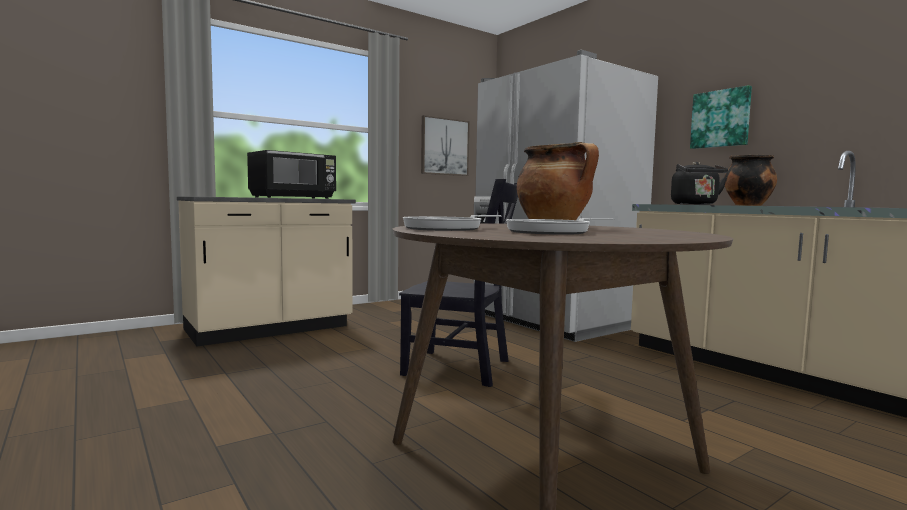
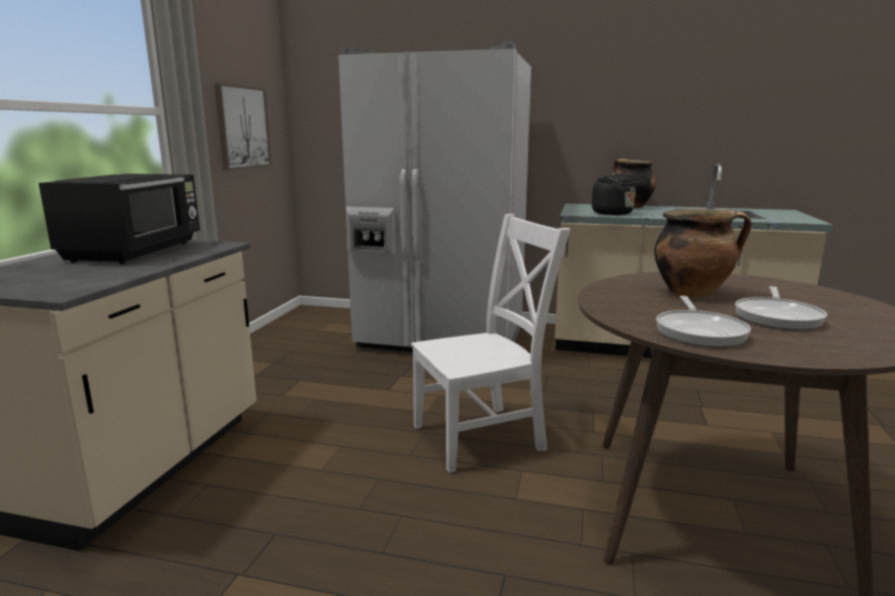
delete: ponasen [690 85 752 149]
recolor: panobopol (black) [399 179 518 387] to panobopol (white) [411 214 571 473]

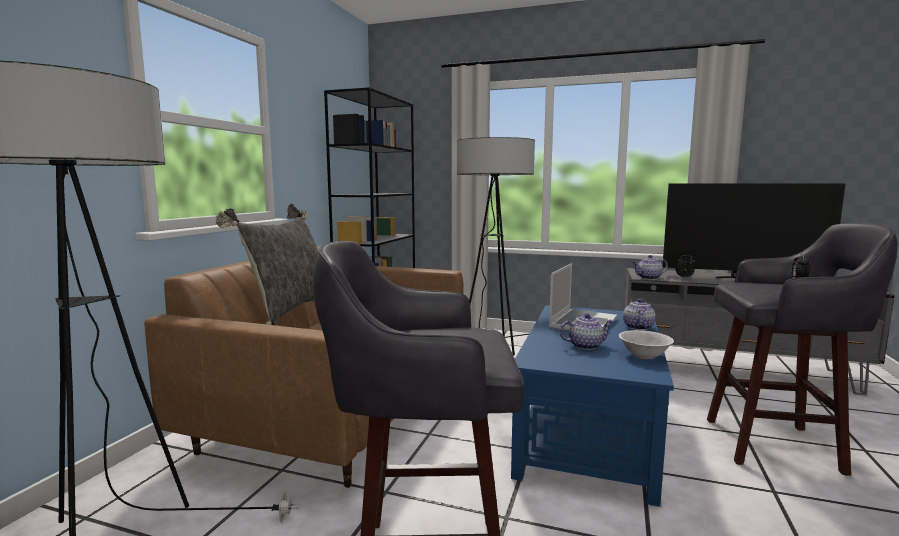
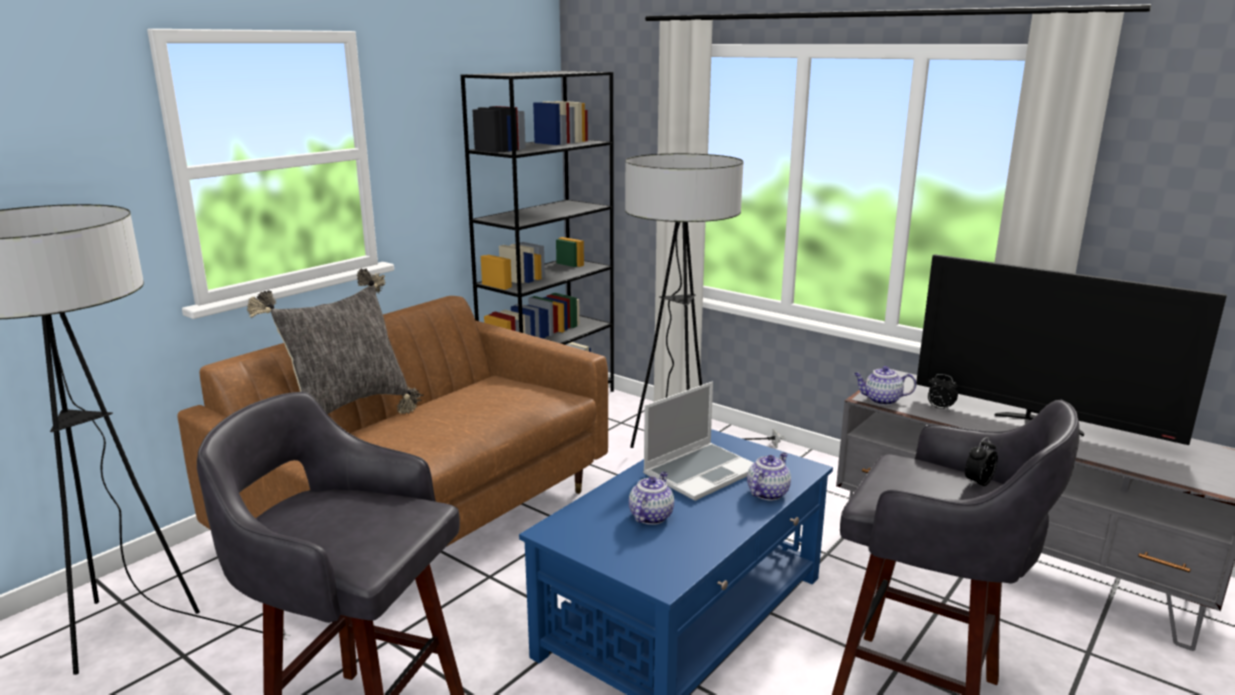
delete: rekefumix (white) [619 330 674 359]
rotate: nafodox [559 314 613 350] = [629 472 674 525] 75 degrees counterclockwise

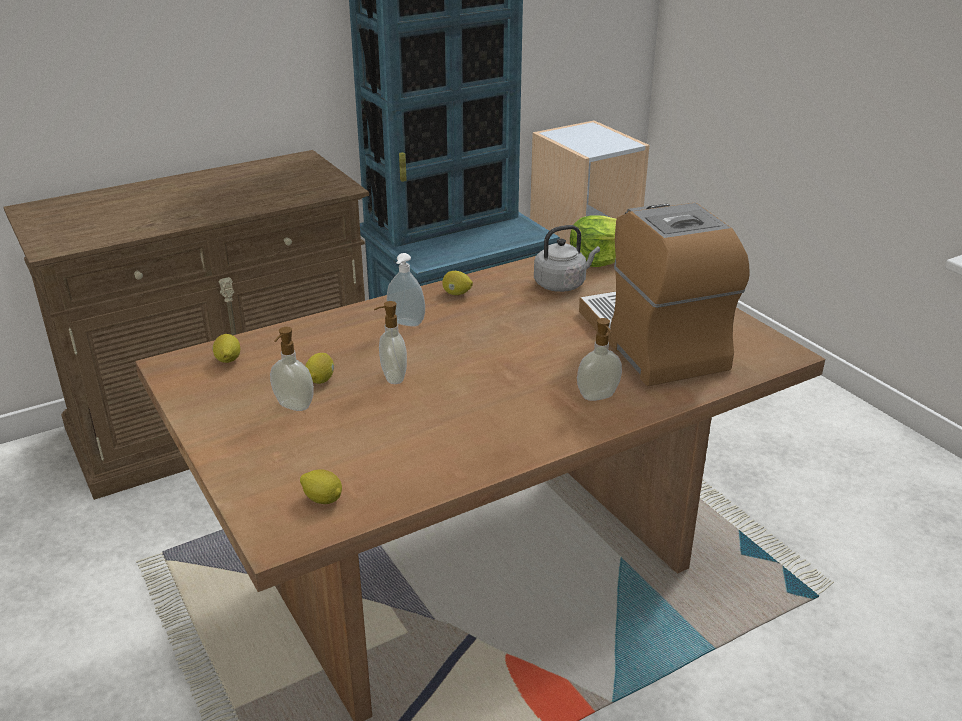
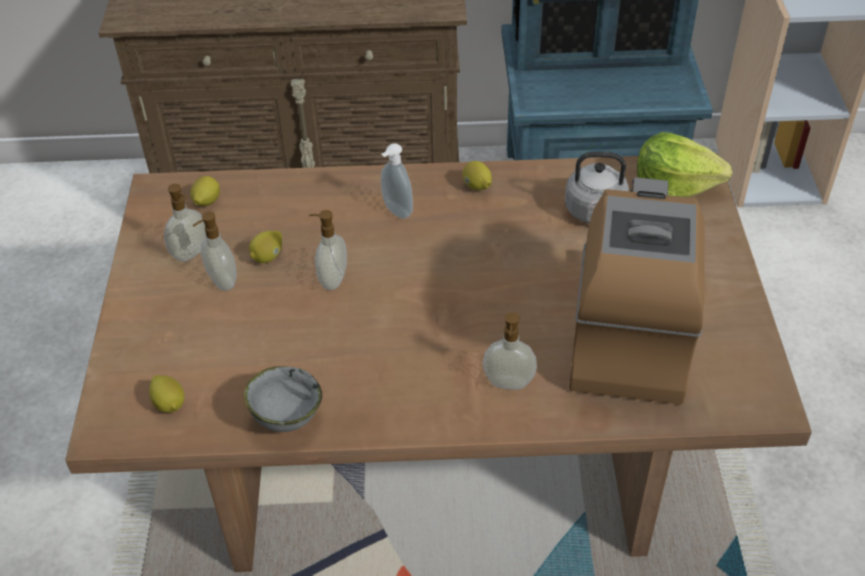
insert: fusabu [164 184 206 262]; rekefumix (grey) [244 366 322 432]

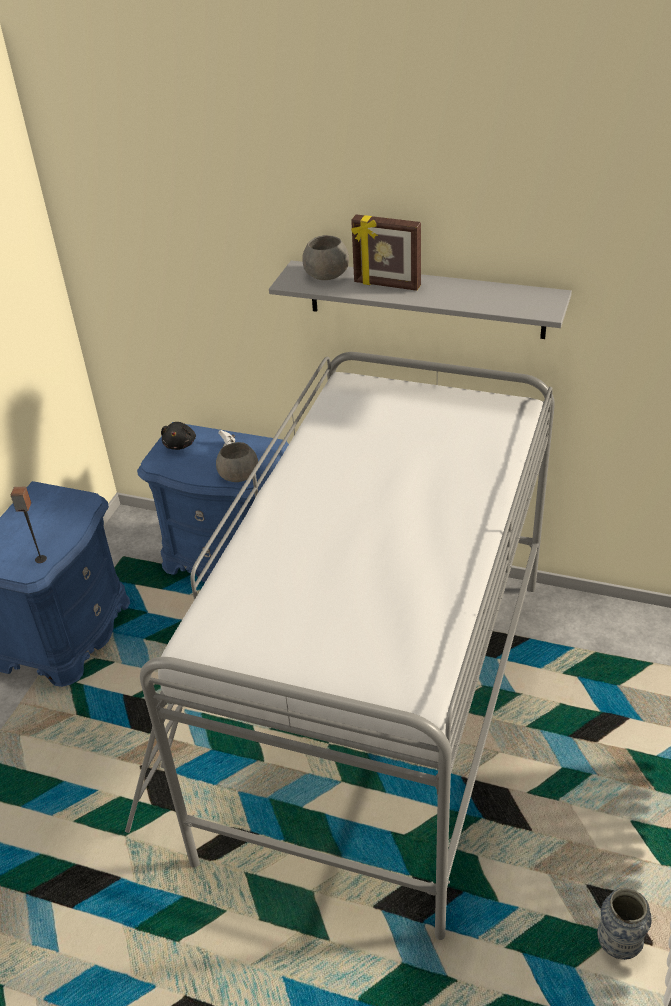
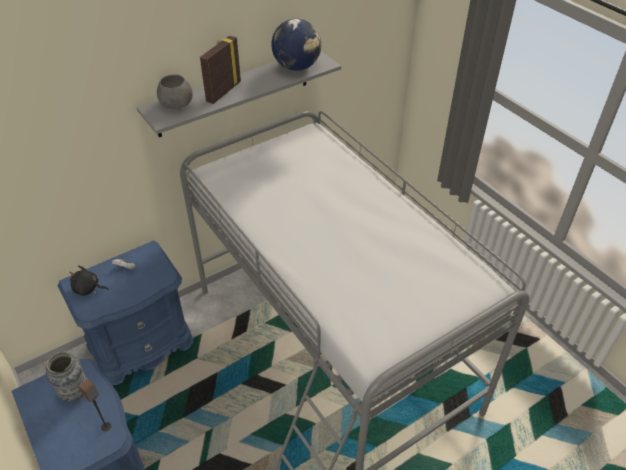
delete: rekefumix (grey) [216 442 258 482]
insert: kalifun [271 19 321 71]
move: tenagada [597 888 652 960] to [46 351 87 401]
rotate: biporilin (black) [161 422 196 450] = [70 265 109 296] 150 degrees clockwise; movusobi [351 215 421 291] = [200 36 241 104] 150 degrees clockwise

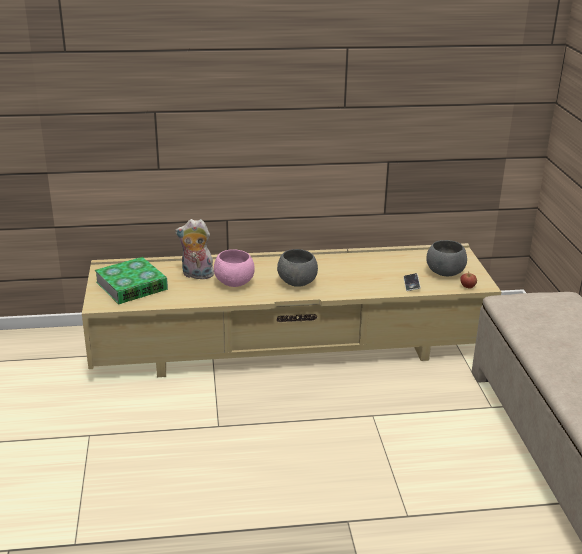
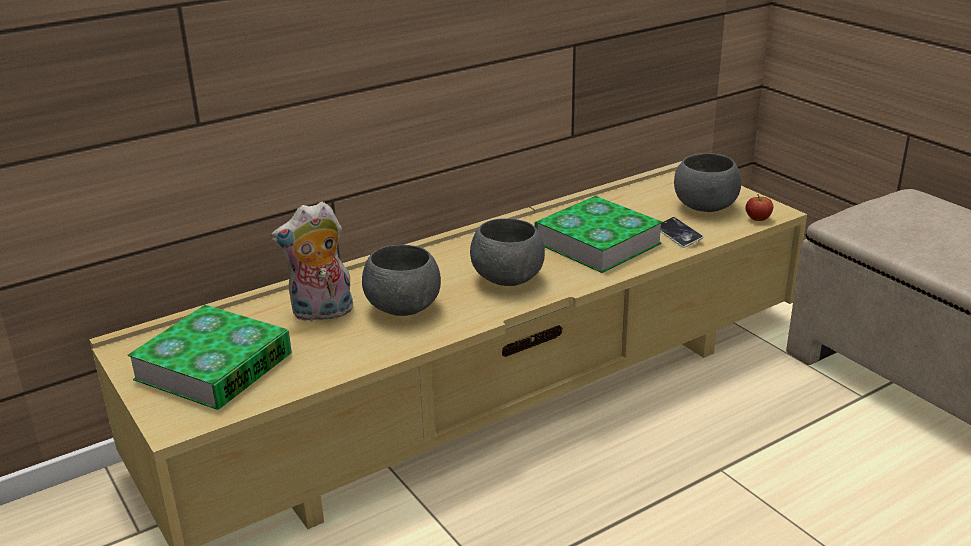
insert: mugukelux [534 196 663 273]
recolor: rekefumix (pink) [214 249 255 287] to rekefumix (grey) [362 245 441 316]

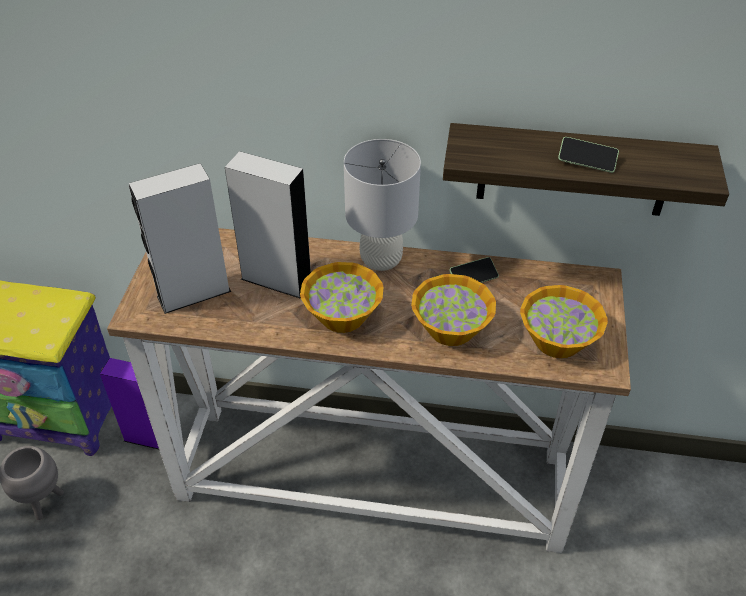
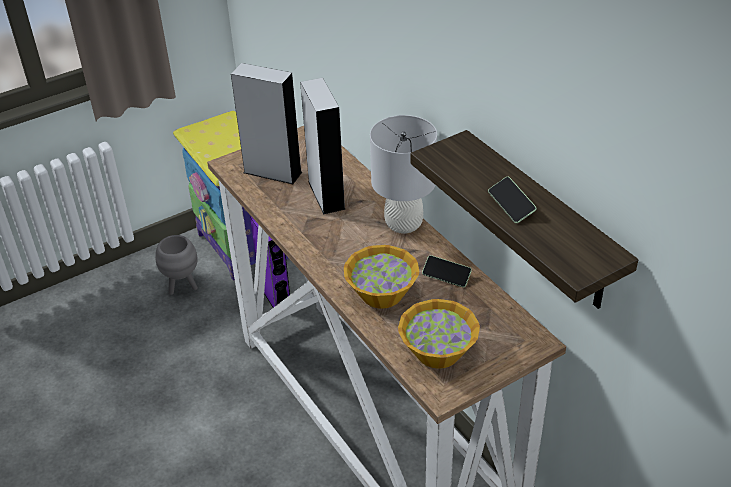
delete: rekefumix [300 262 383 333]

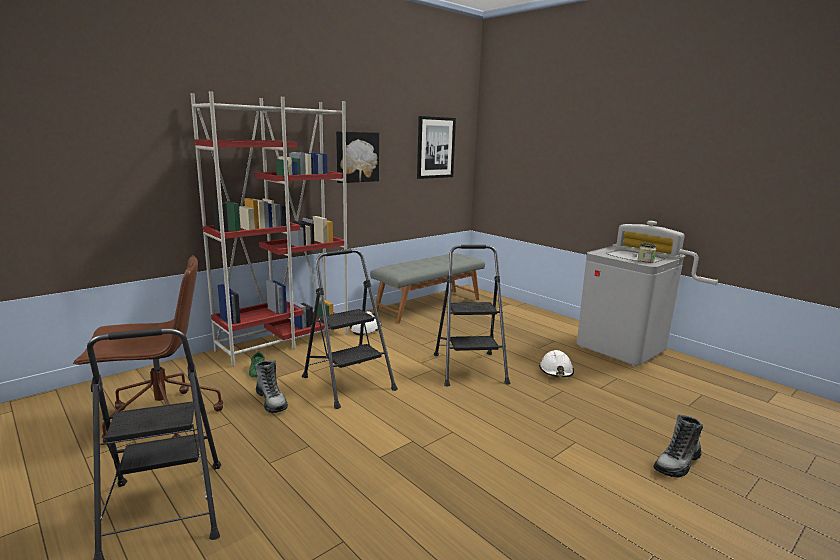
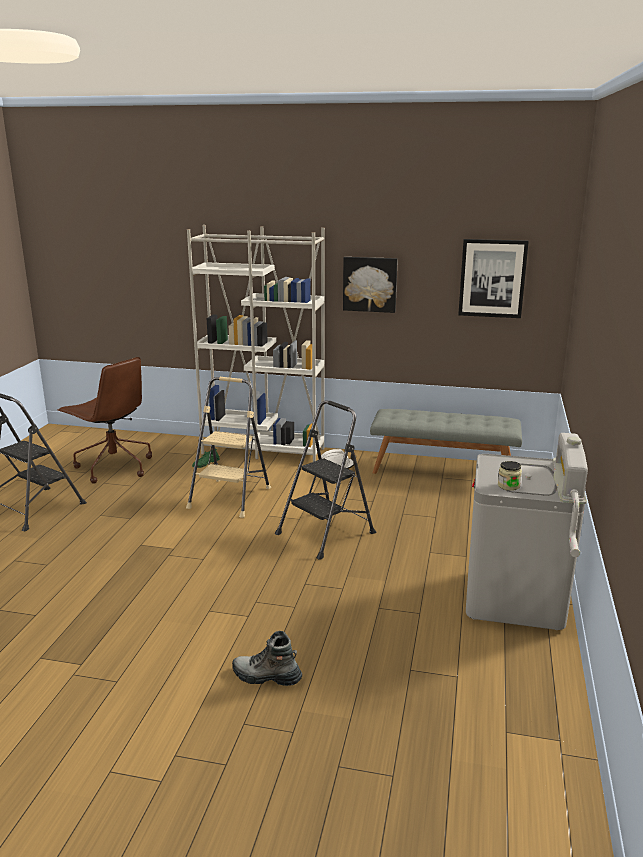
delete: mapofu [255 360 288 413]; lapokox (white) [539 350 574 377]
recolor: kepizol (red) [190 91 348 367] to kepizol (white) [187 225 325 462]; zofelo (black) [302 249 398 409] to zofelo (beige) [186 377 271 518]

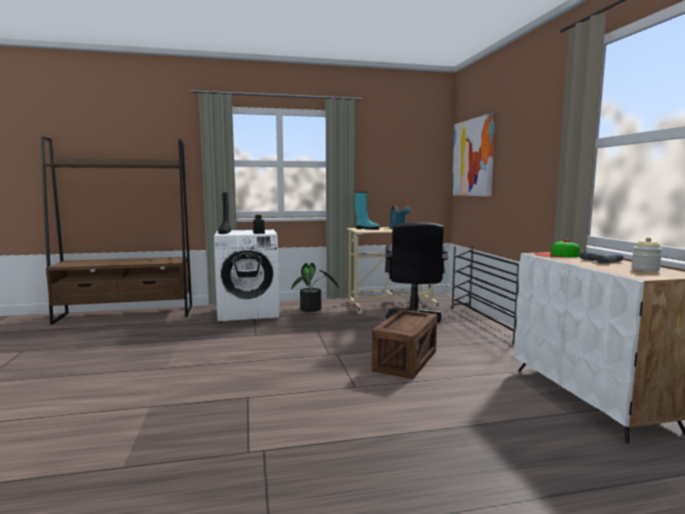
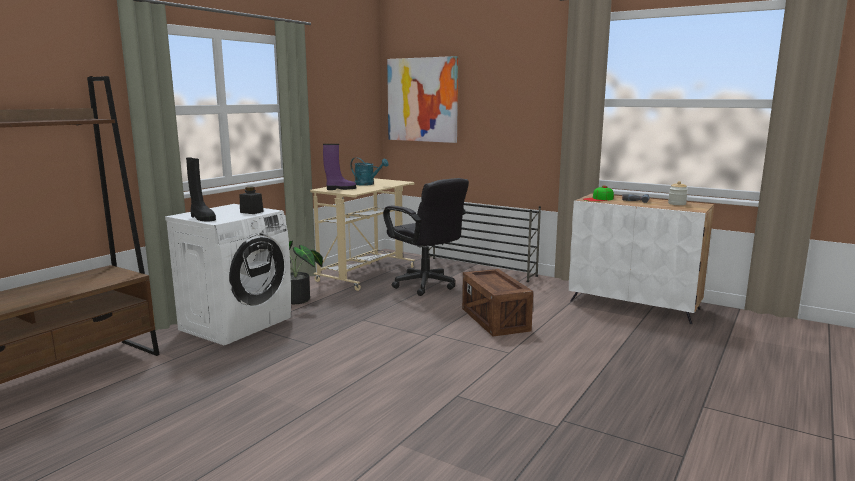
recolor: mapofu (turquoise) [355 192 379 230] to mapofu (purple) [323 144 356 190]

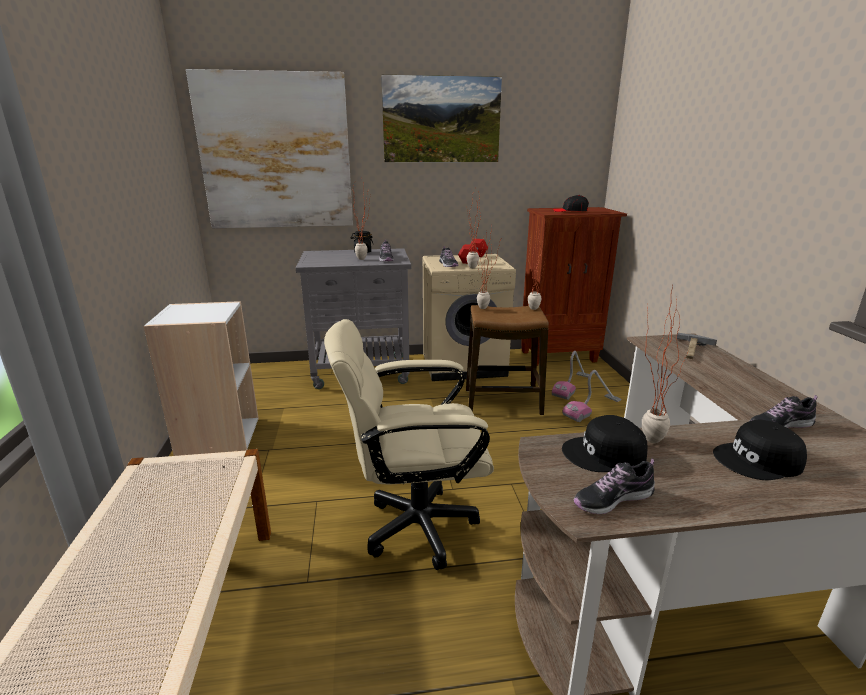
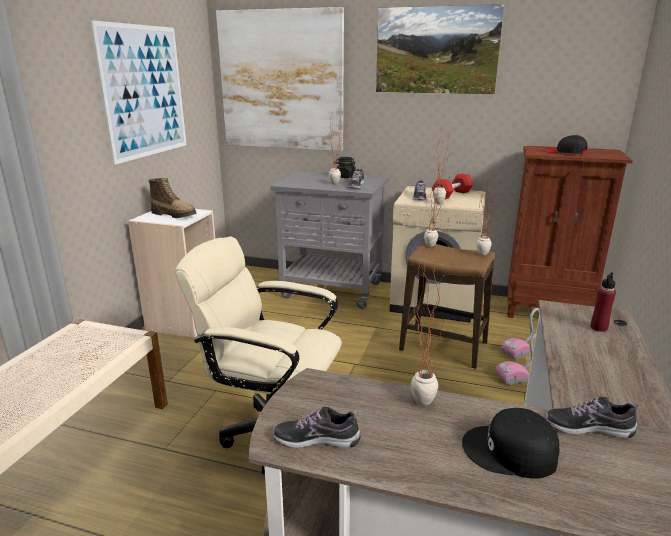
delete: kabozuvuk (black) [562 415 648 472]
insert: ponasen [90 20 187 165]; mapofu [148 178 197 218]
replace: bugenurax [676 333 717 359] to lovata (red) [590 272 616 332]

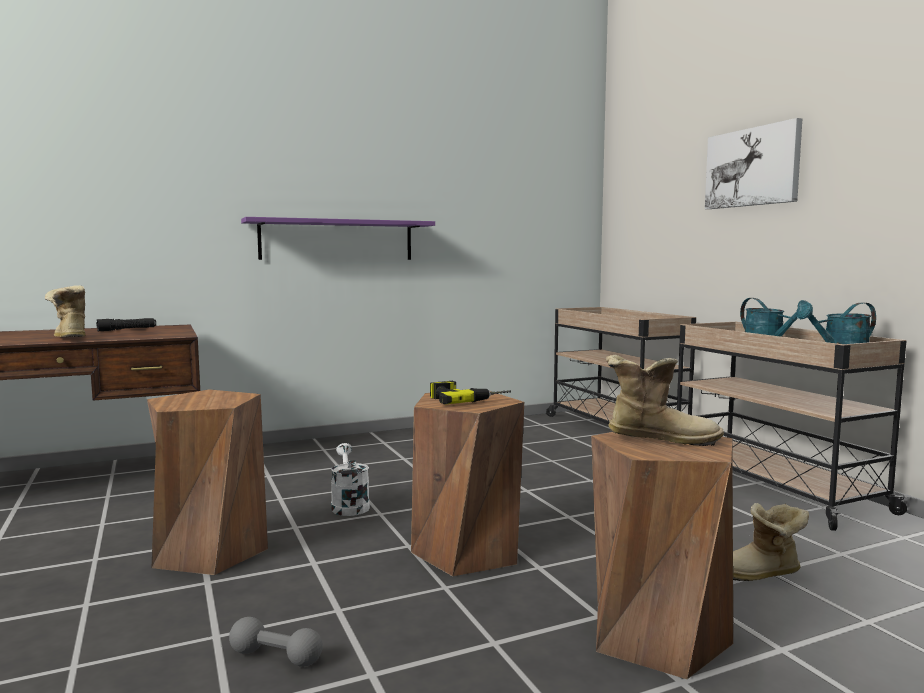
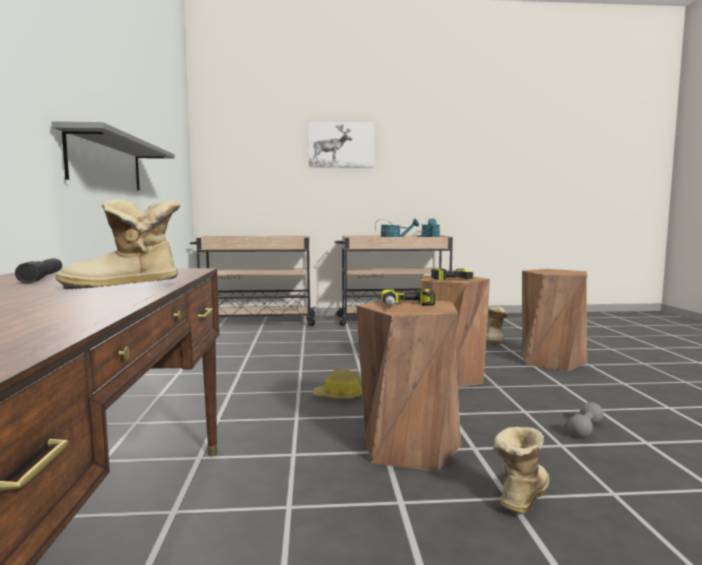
insert: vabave [381 288 435 306]
move: mapofu [606 355 724 446] to [493 427 549 514]
replace: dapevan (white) [331 443 370 516] to lapokox [313 369 362 399]
recolor: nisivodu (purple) [241 217 435 260] to nisivodu (grey) [51 121 175 190]

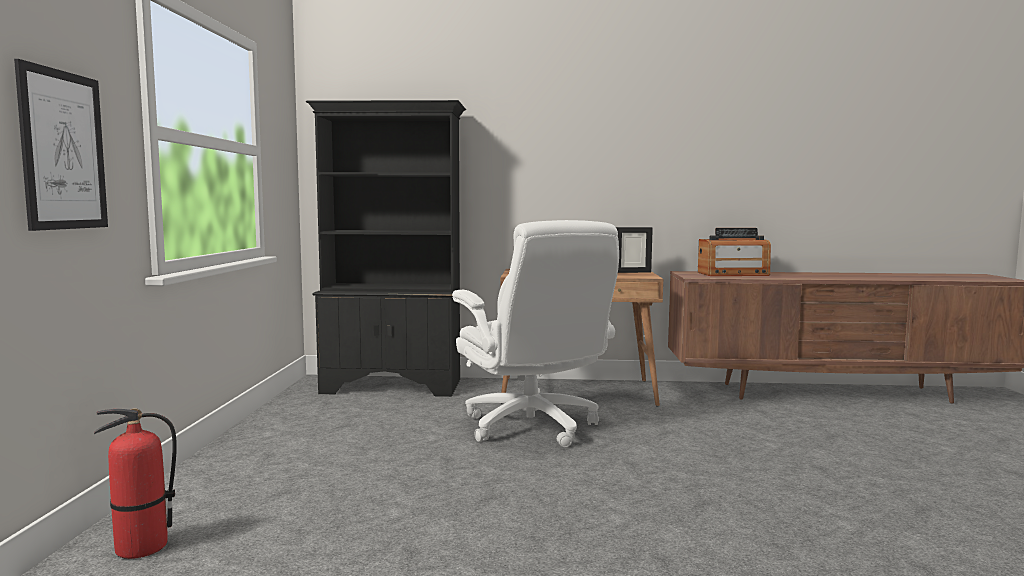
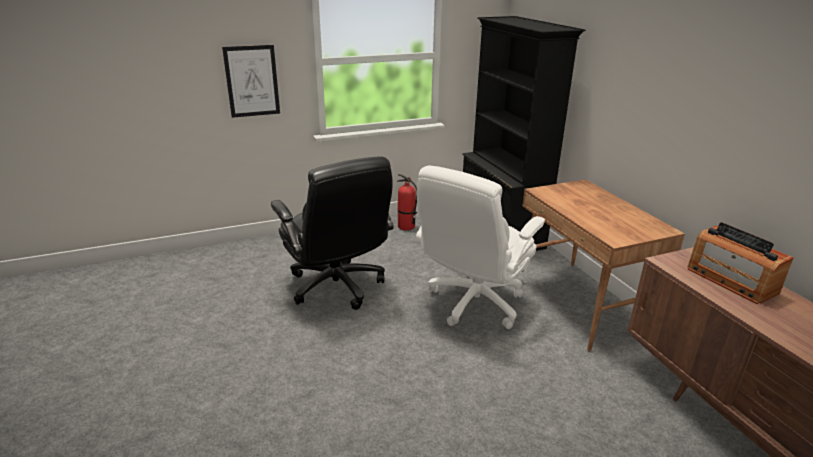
delete: movusobi [616 227 653 273]
insert: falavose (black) [271 156 394 310]
move: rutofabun [94 408 177 559] to [397 174 417 231]

